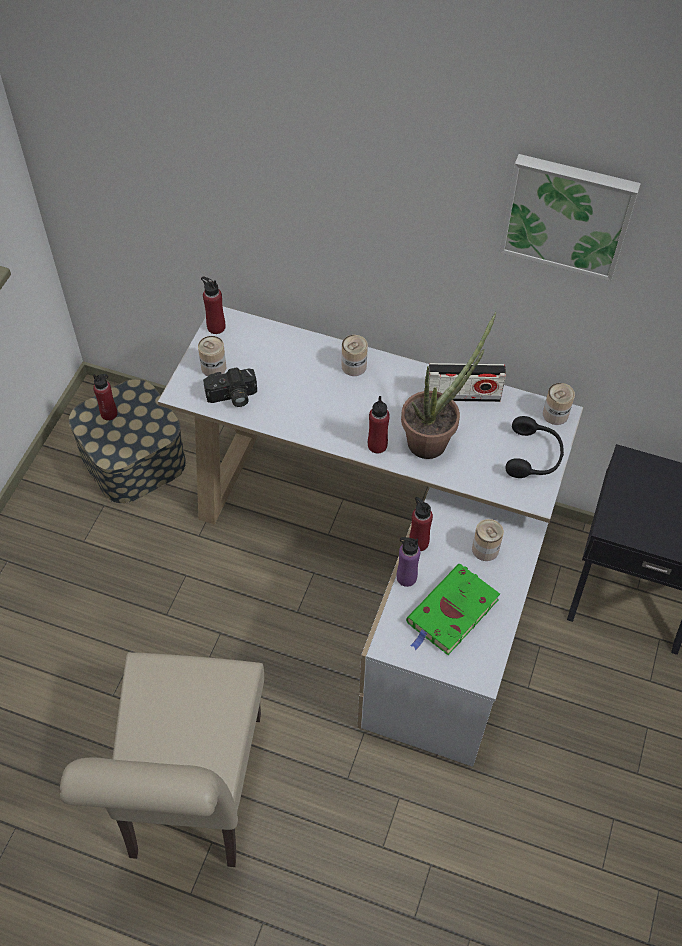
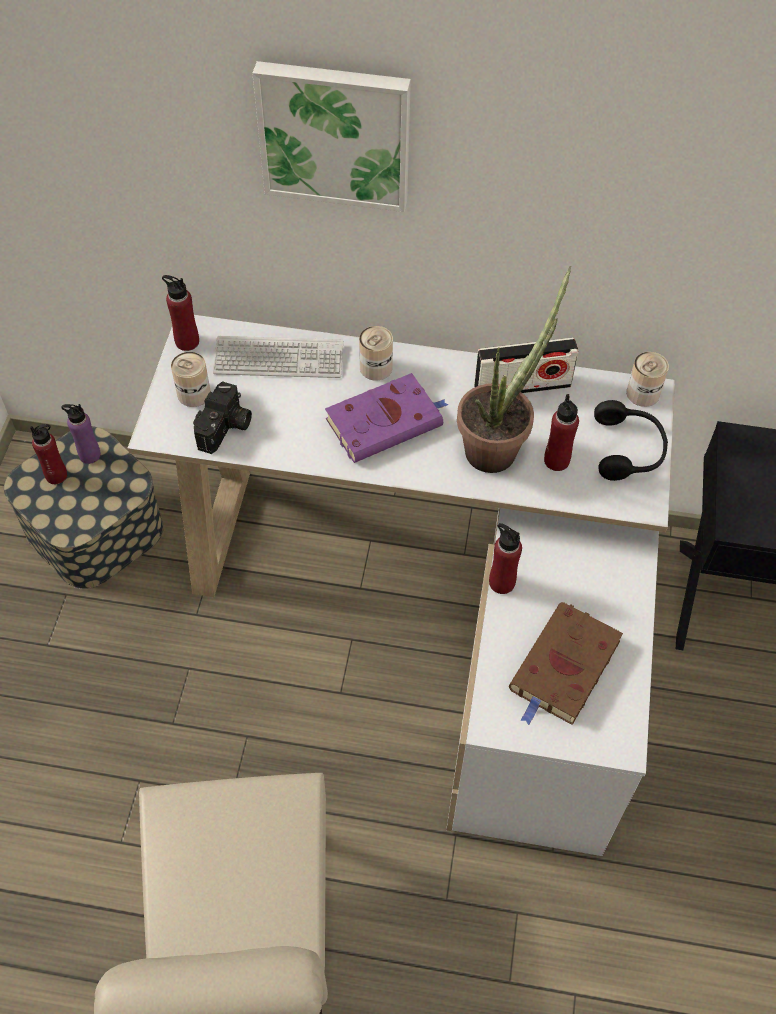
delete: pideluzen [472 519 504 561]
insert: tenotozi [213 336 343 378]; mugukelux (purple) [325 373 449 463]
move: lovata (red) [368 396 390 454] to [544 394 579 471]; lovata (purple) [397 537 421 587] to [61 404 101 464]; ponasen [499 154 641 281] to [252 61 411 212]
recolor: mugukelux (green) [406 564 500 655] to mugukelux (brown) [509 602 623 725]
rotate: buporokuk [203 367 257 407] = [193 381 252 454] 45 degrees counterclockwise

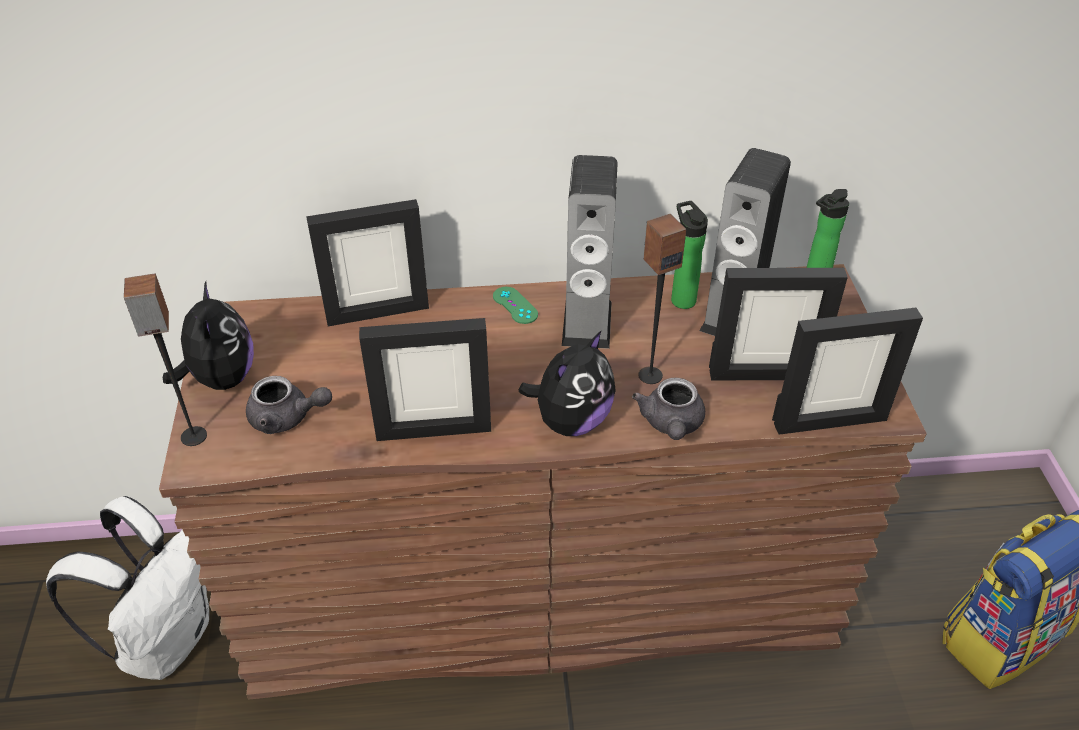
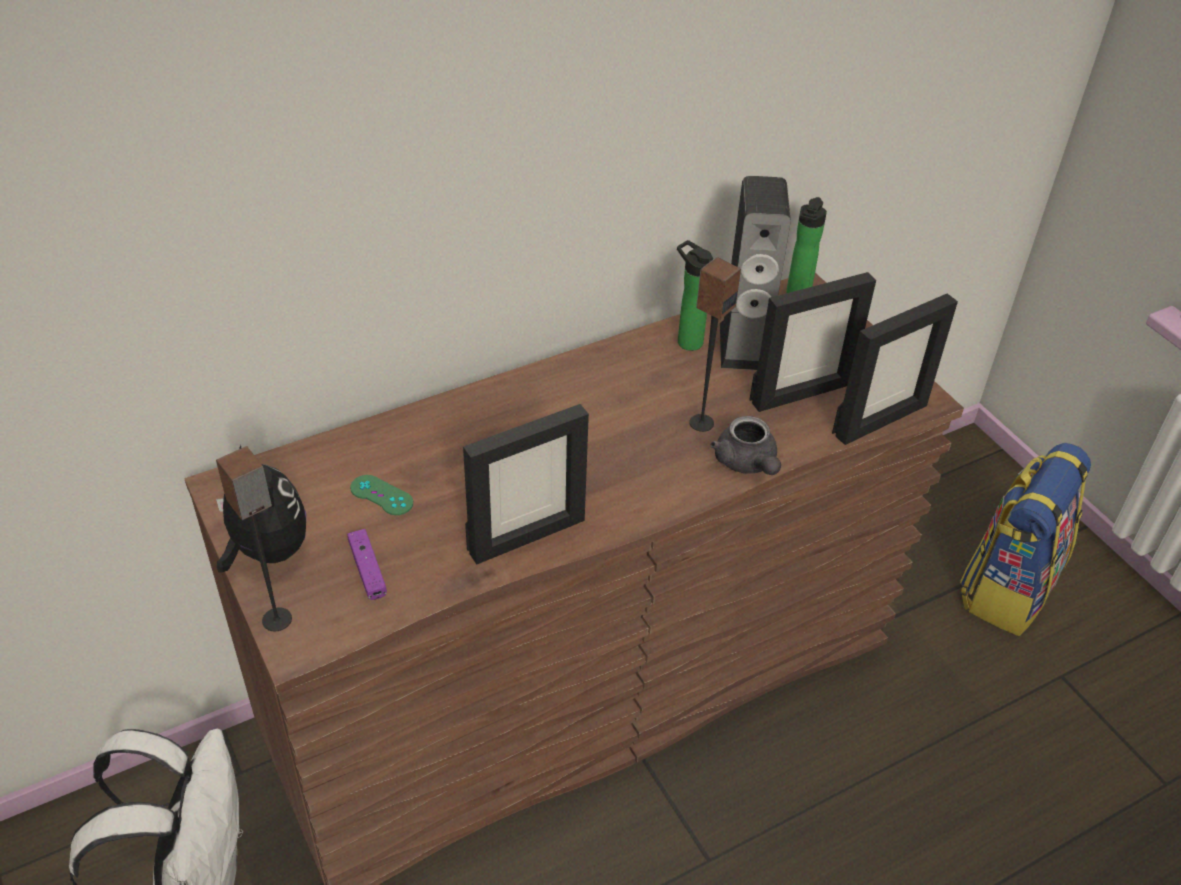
delete: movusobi [306 199 429 326]; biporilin [519 330 616 436]; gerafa [562 155 618 349]
move: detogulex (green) [493 287 538 324] to [350 475 413 515]
replace: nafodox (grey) [246 376 332 434] to detogulex (purple) [347 529 387 600]

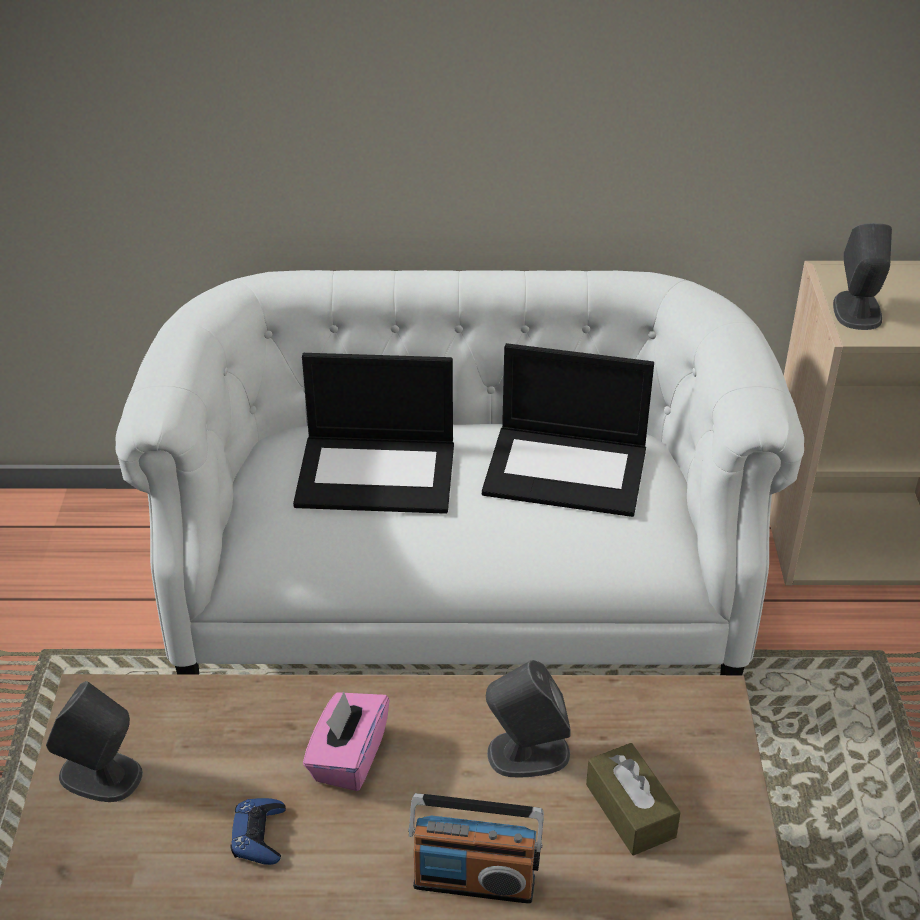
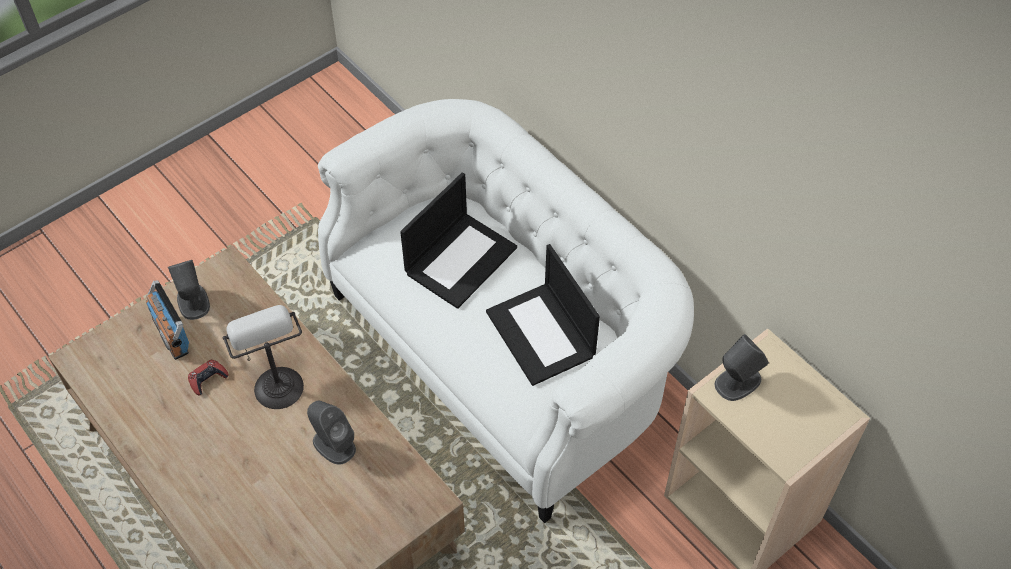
delete: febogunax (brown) [586 743 681 856]
move: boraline [408 793 544 903] to [146 280 189 360]
replace: febogunax (pink) [303 692 390 791] to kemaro [223 305 304 409]
recolor: detogulex (blue) [230 798 286 865] to detogulex (red) [188 360 229 396]
rotate: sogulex [293 353 454 514] = [400 172 517 309] 105 degrees counterclockwise

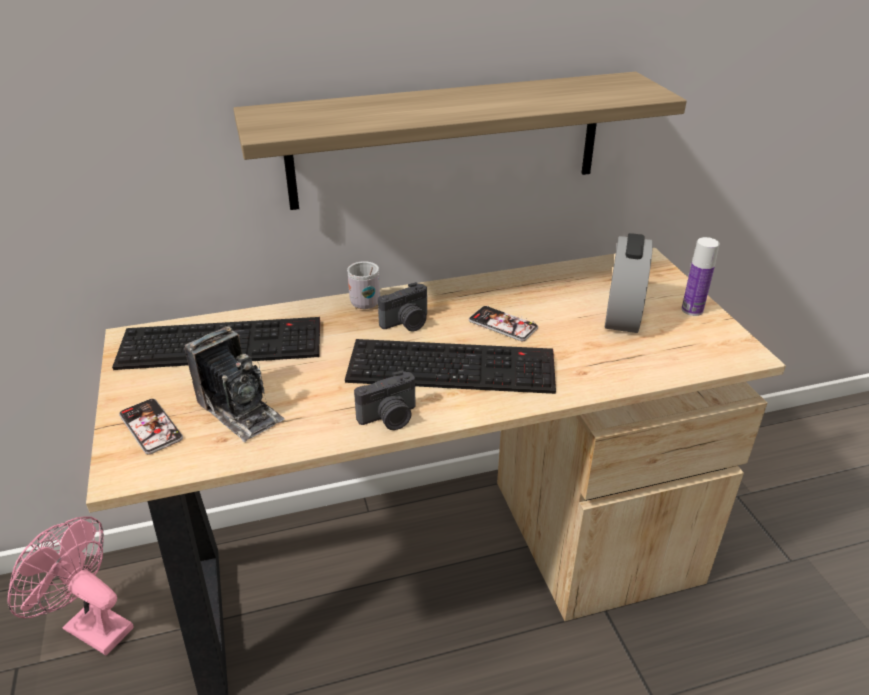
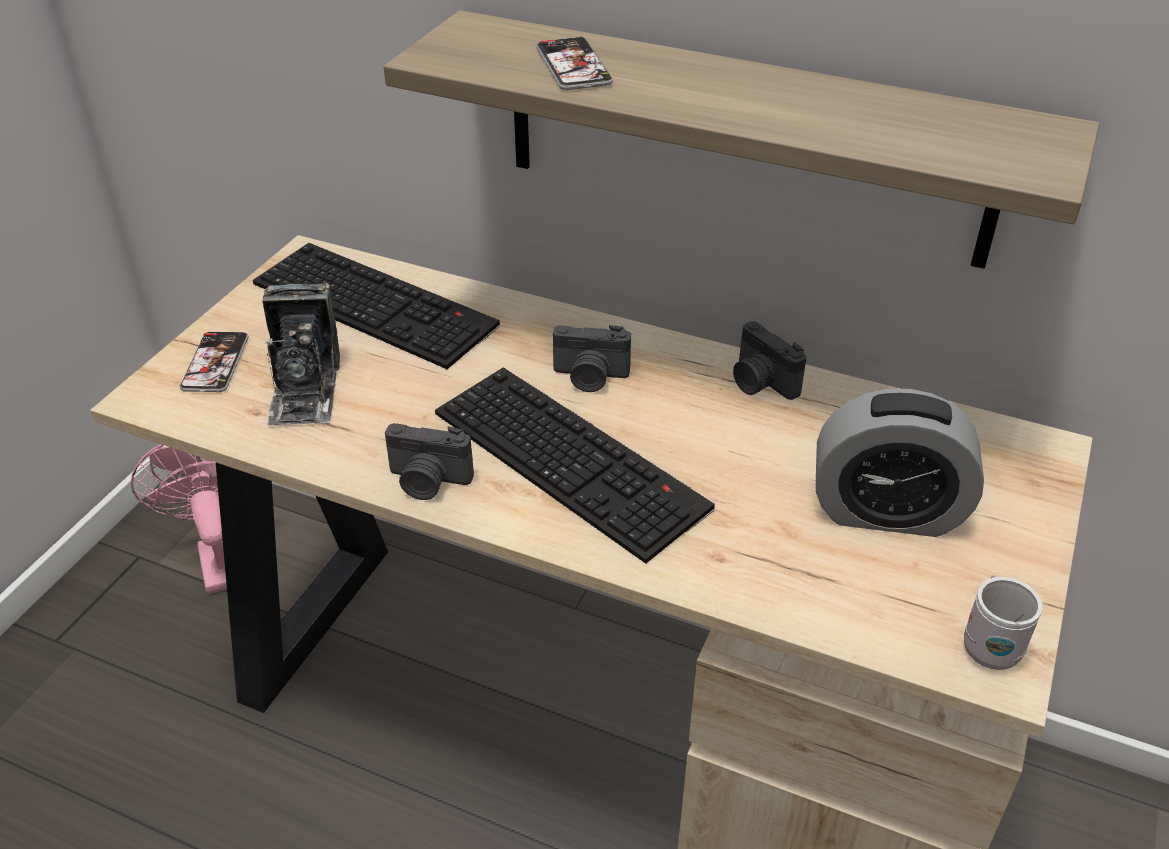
delete: lovata [681 237 720 316]
insert: buporokuk [733 321 806 400]
move: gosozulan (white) [347 261 380 309] to [964 575 1043 670]; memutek [469 306 538 341] to [536 36 613 90]
rotate: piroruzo [605 233 653 333] = [816 389 984 537] 45 degrees clockwise

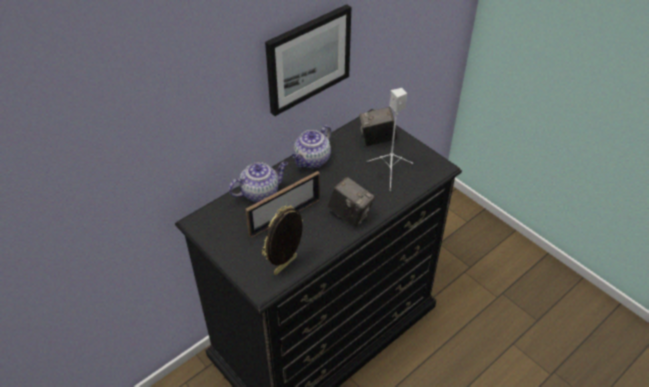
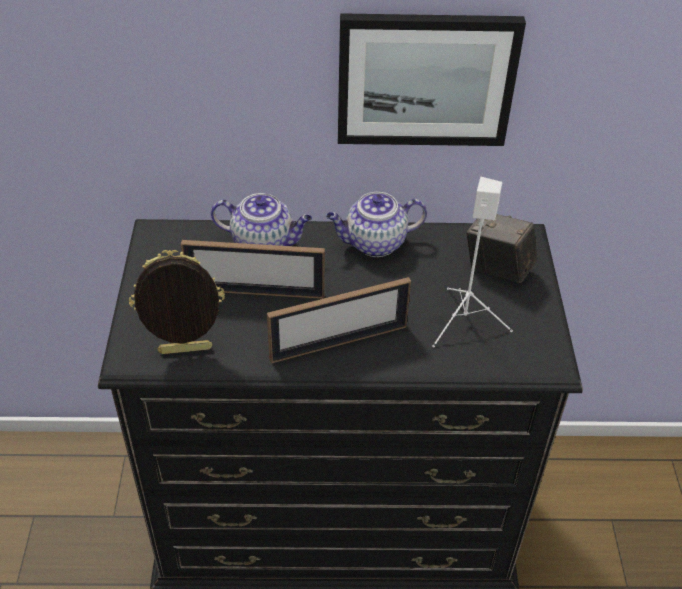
replace: buporokuk [327 177 375 227] to movusobi [267 277 411 363]

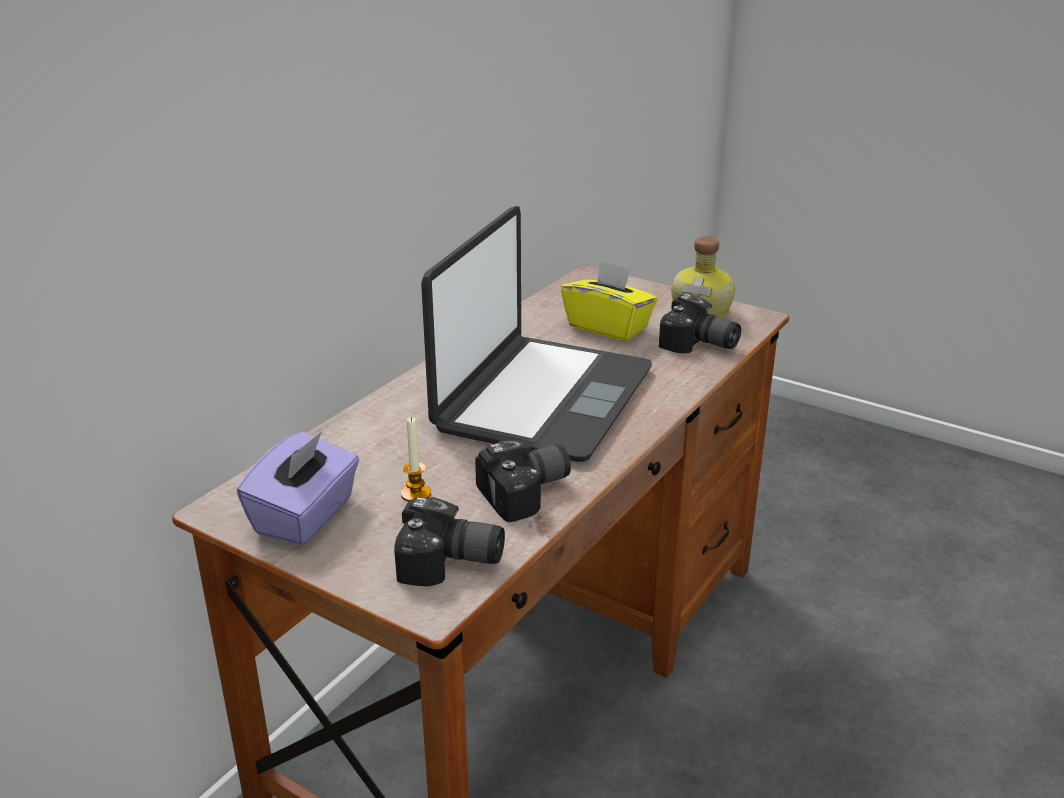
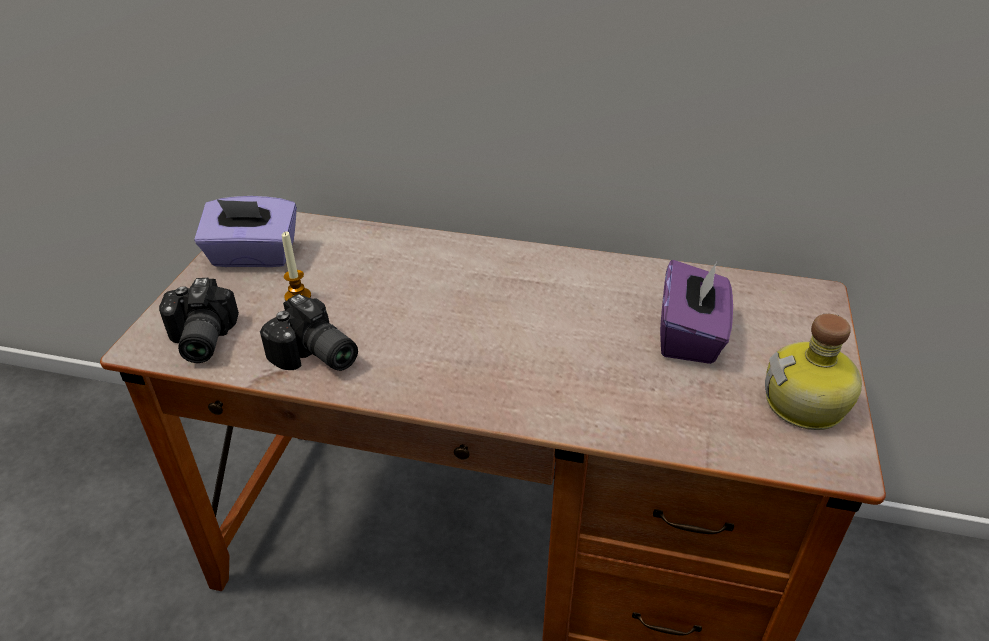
delete: sogulex [421 206 652 462]; buporokuk [659 294 741 354]
recolor: febogunax (yellow) [561 260 657 341] to febogunax (purple) [660 260 733 364]

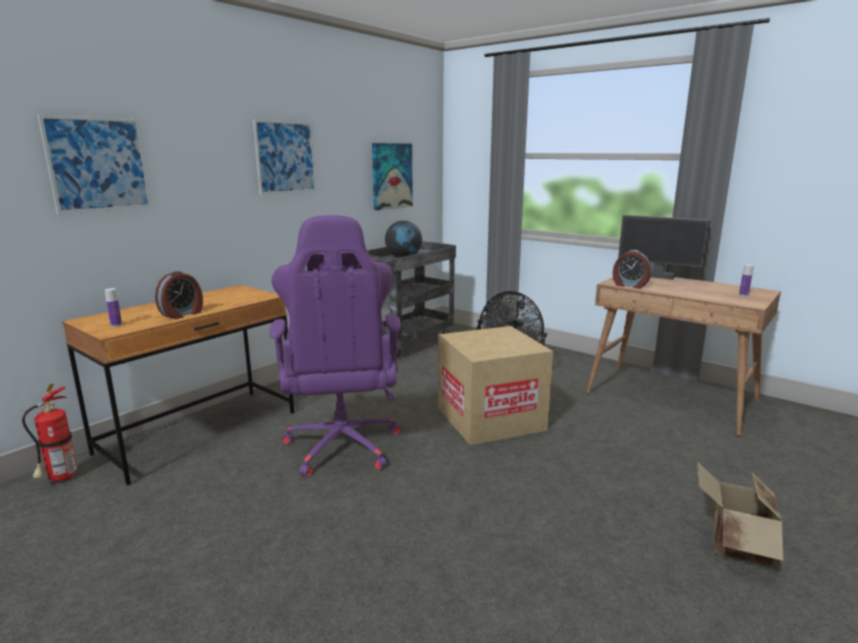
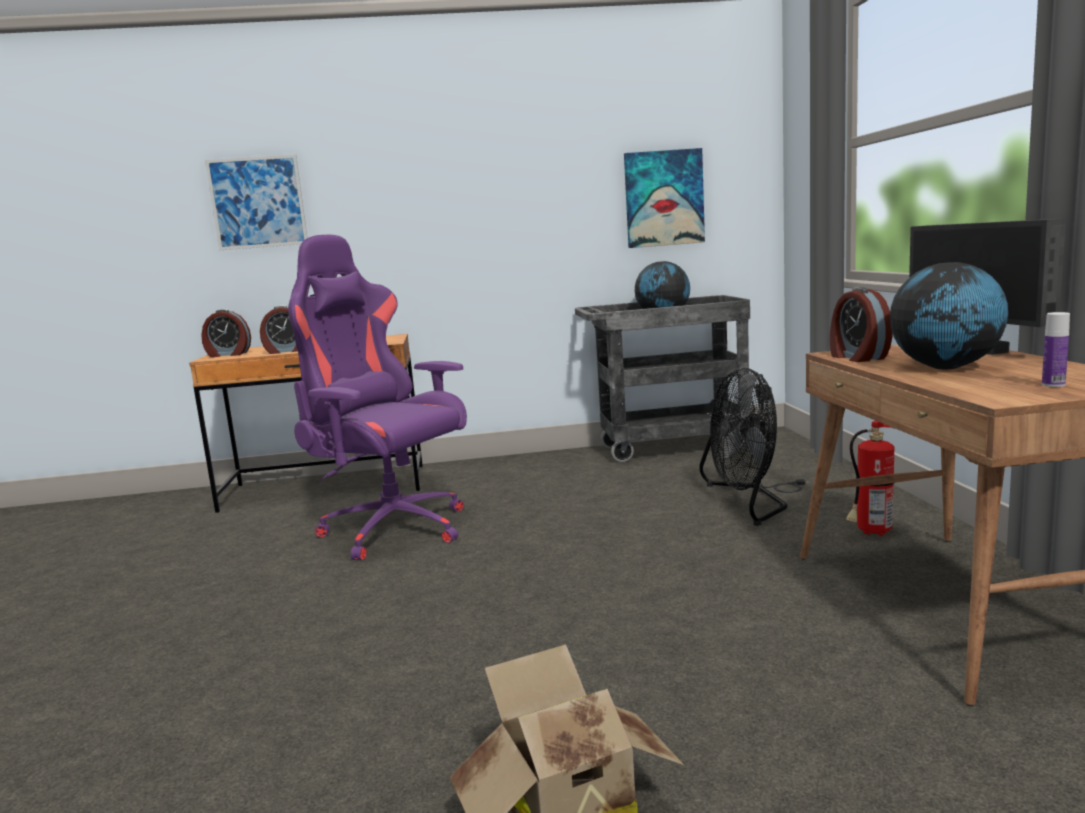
delete: ponasen [253 119 316 195]; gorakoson [438 326 553 445]
insert: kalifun [890 262 1008 369]
move: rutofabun [22 384 77 482] to [846 421 895 536]
replace: lovata [105 288 122 327] to piroruzo [201 309 251 357]
rotate: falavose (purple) [270 215 401 477] = [288 235 467 560] 90 degrees clockwise

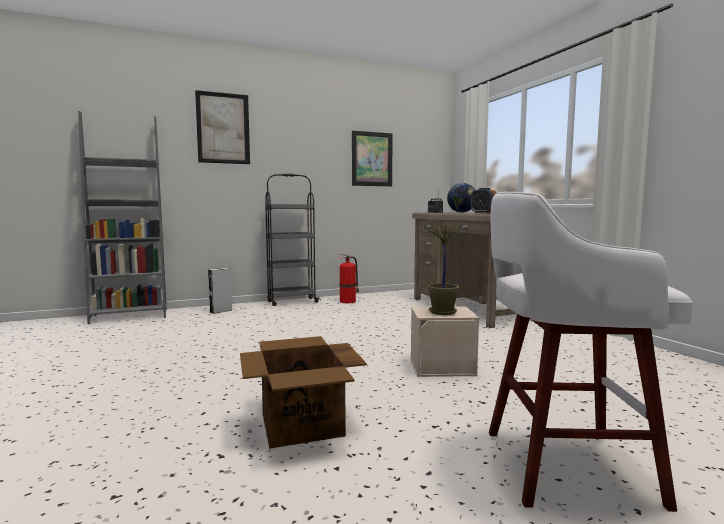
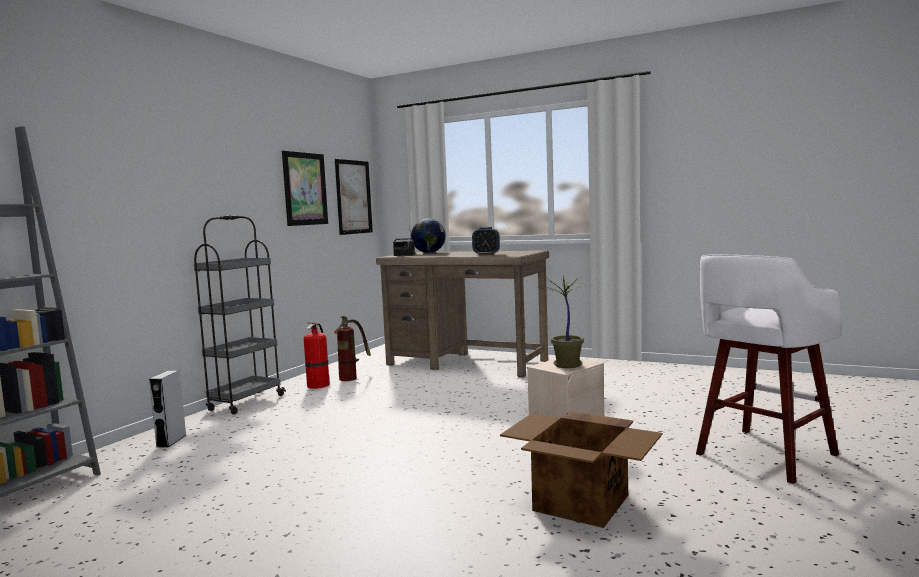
insert: rutofabun [334 316 371 381]
move: ponasen [195 90 250 164] to [335 159 373 235]

